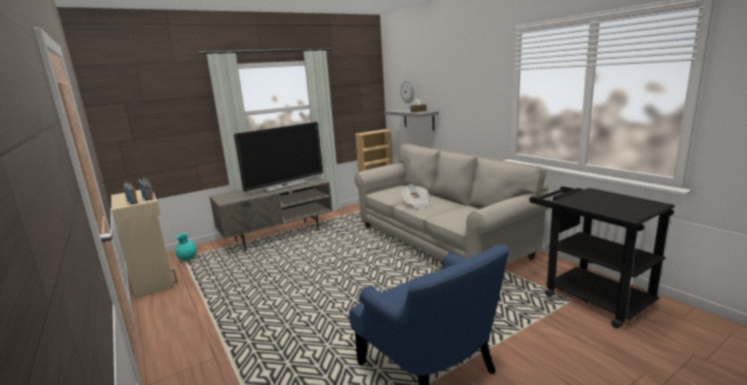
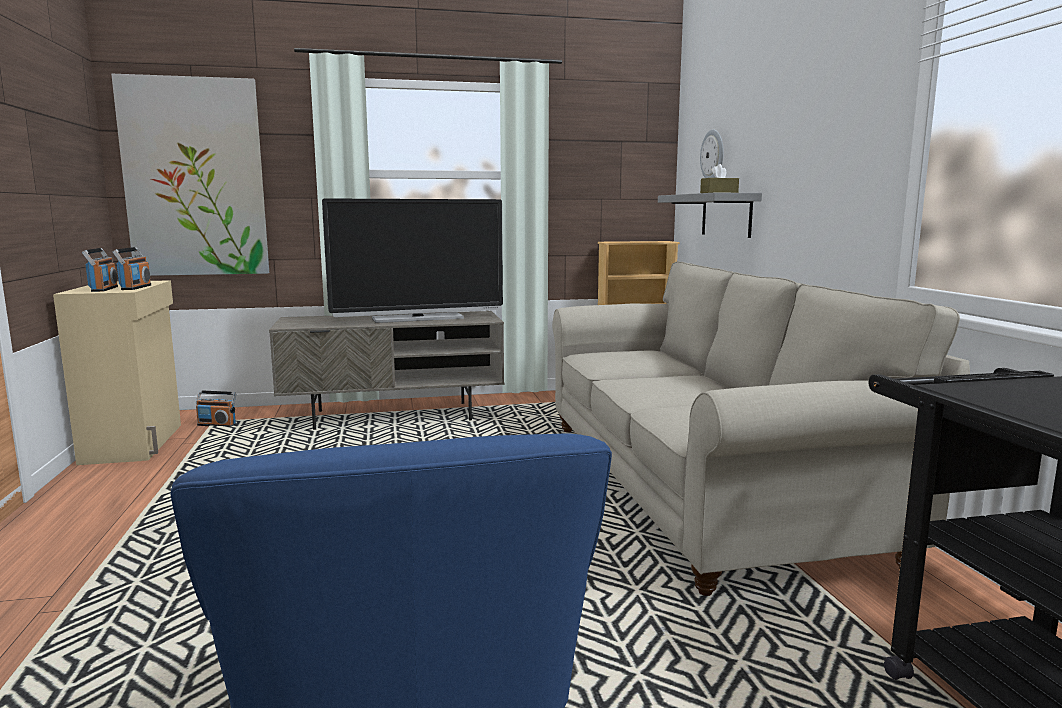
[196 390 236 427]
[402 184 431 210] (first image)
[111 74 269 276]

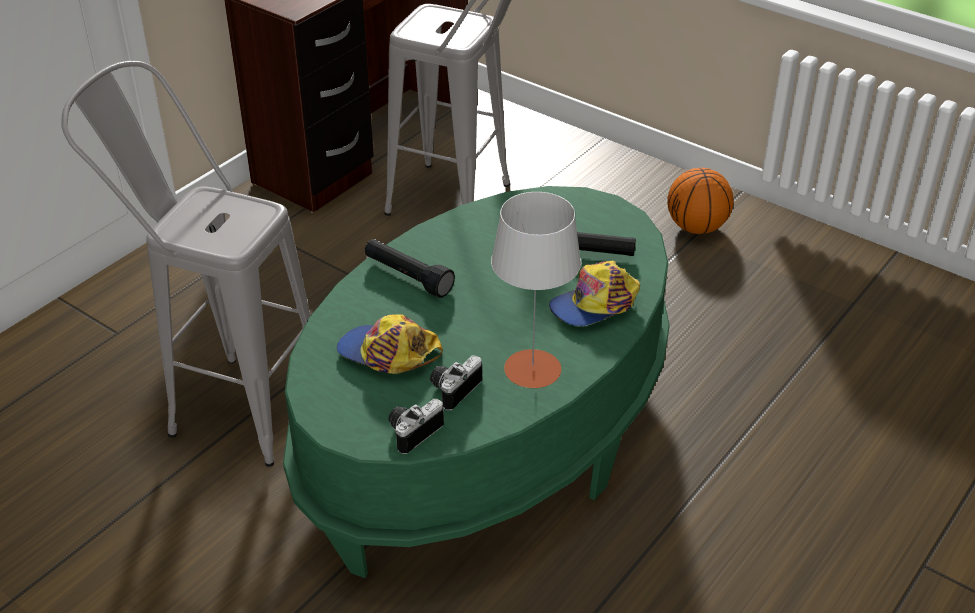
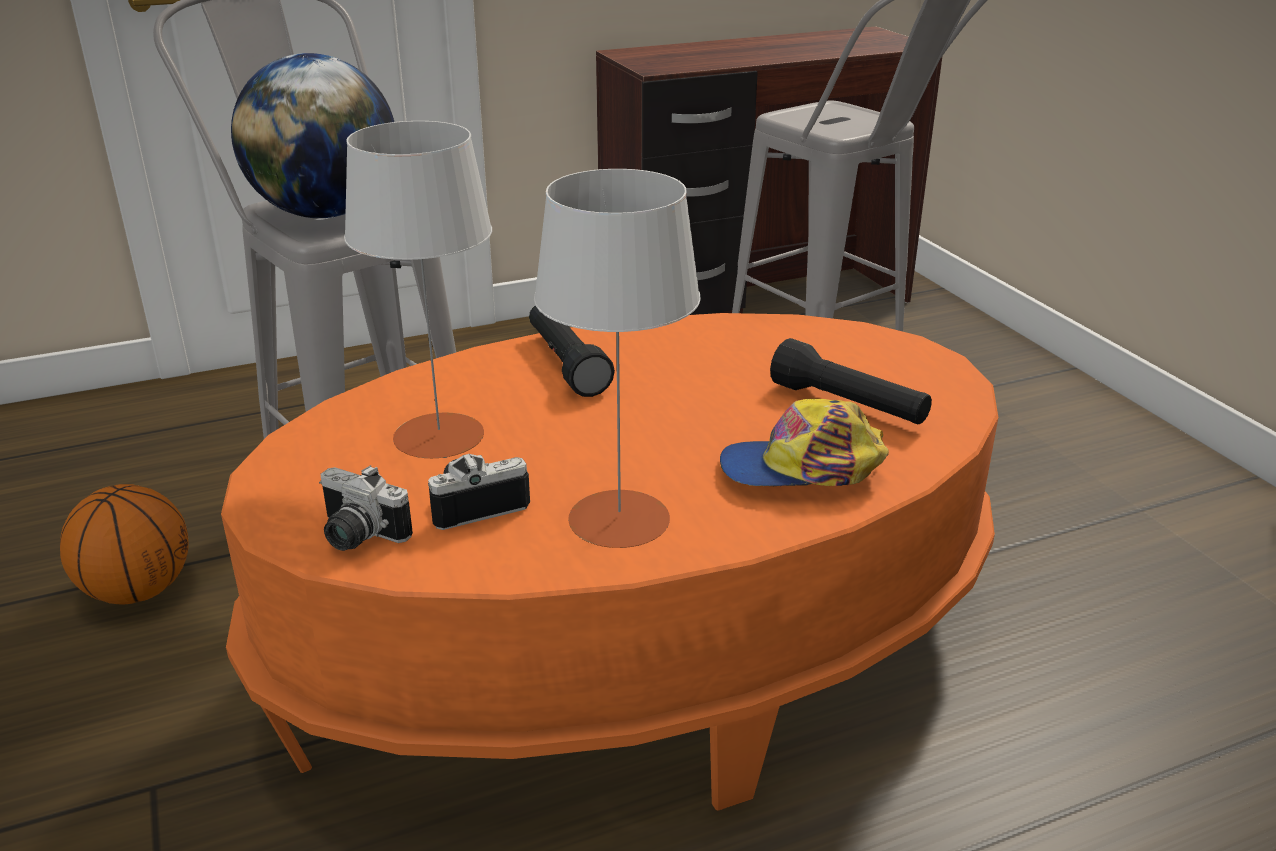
[221 313 998 811]
[344 121 492 458]
[319 465 413 551]
[60 484 189 605]
[231 53 394 218]

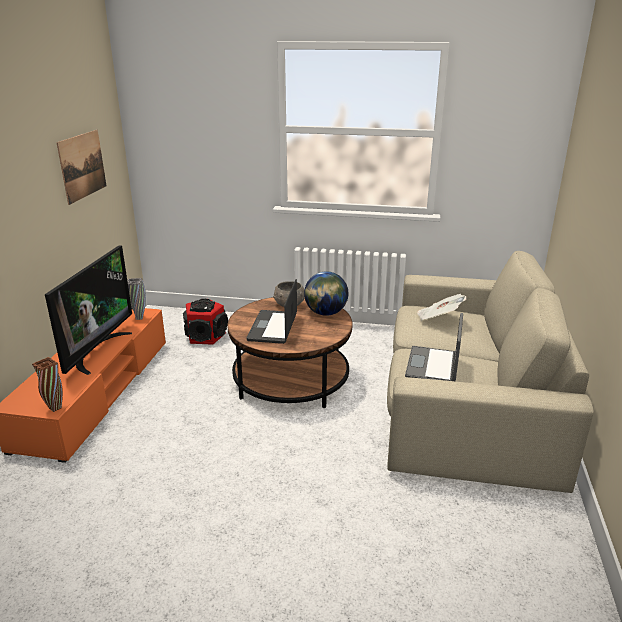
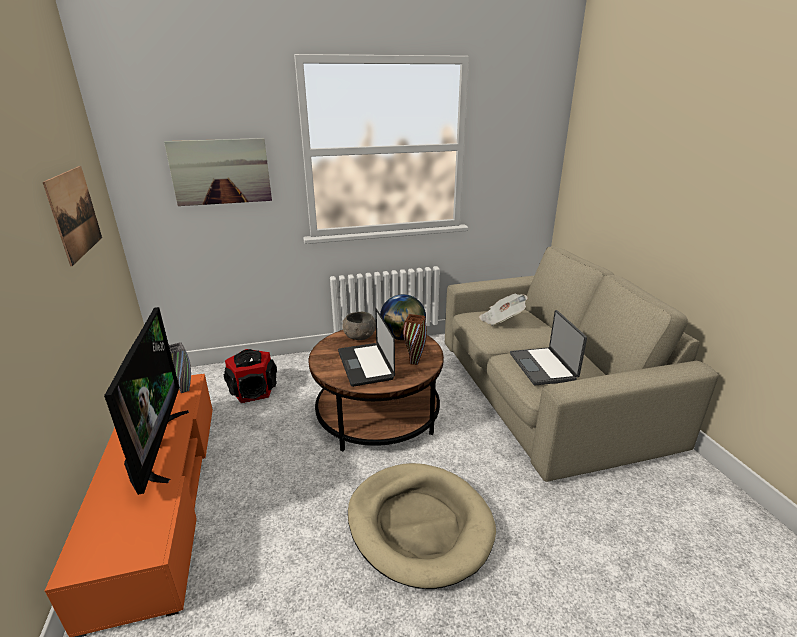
[403 314 427 365]
[164 138 272 206]
[348 463 496 589]

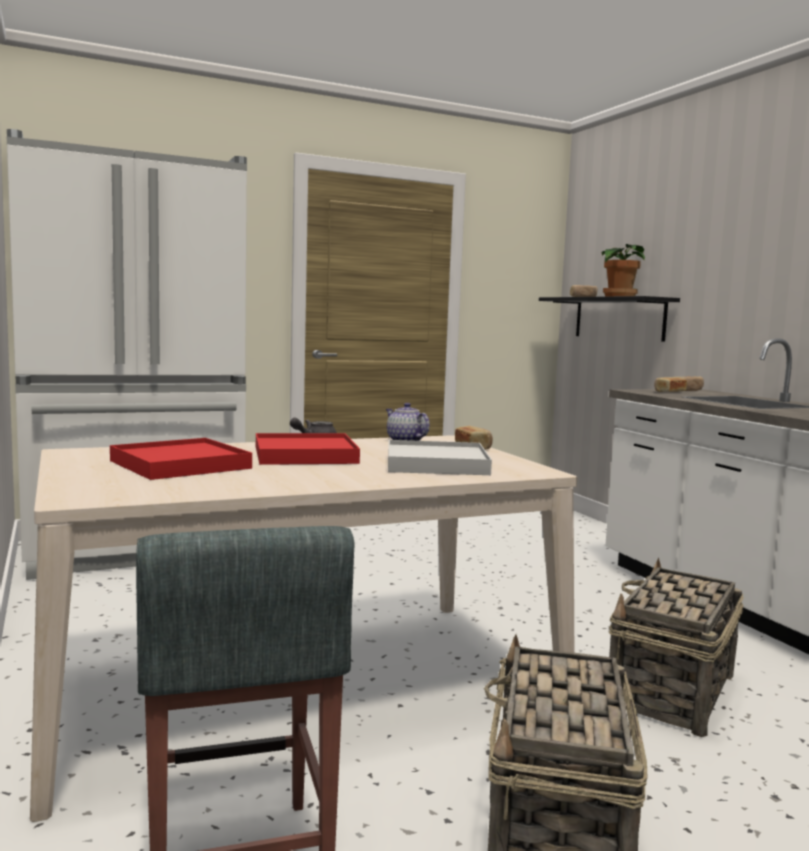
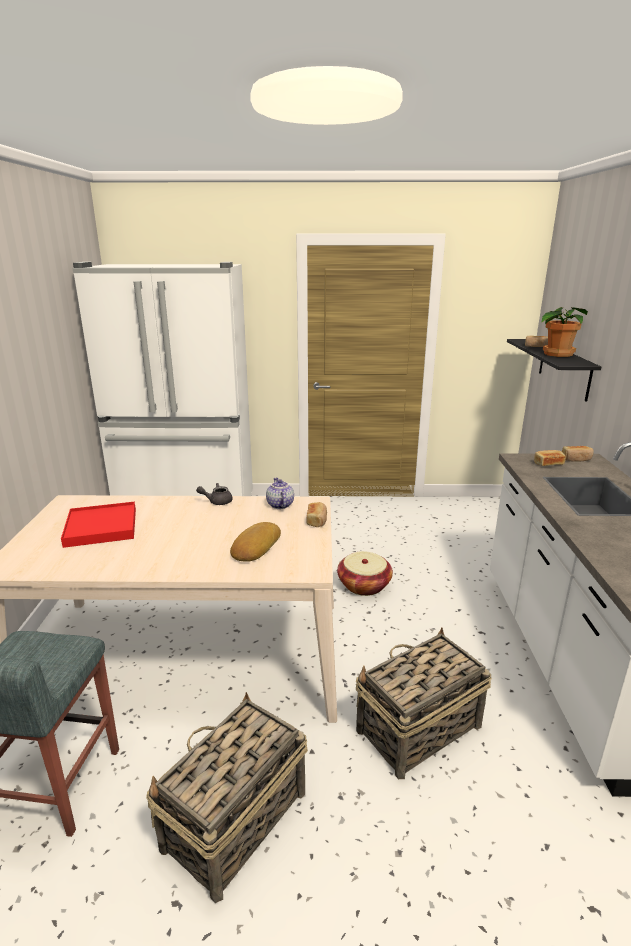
[256 433 360 465] (first image)
[230 522 281 562]
[337 551 393 596]

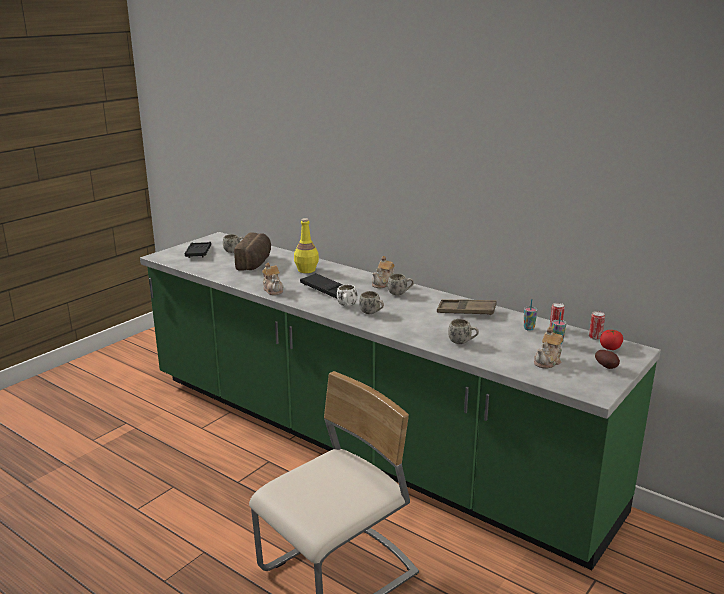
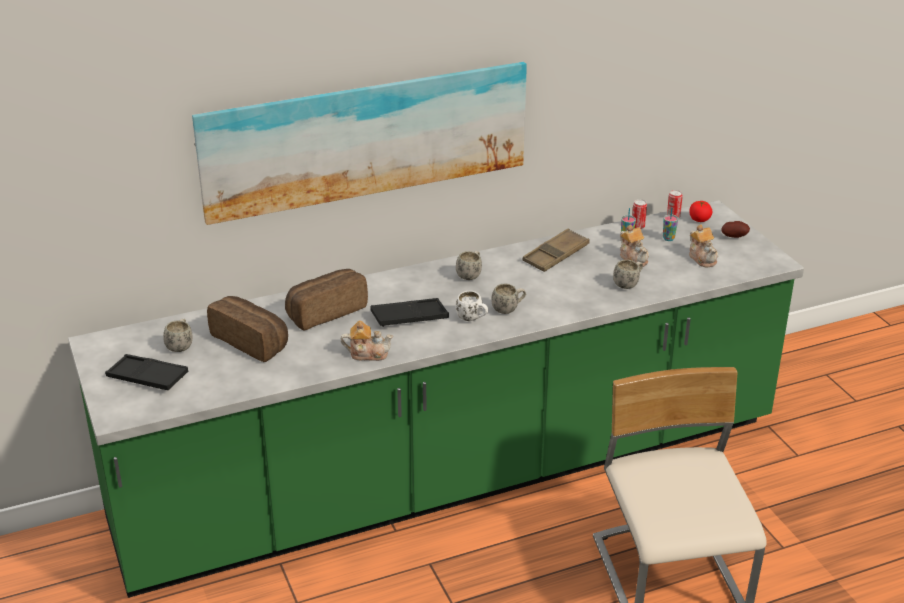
[285 269 368 331]
[620 225 649 267]
[192 62 527 225]

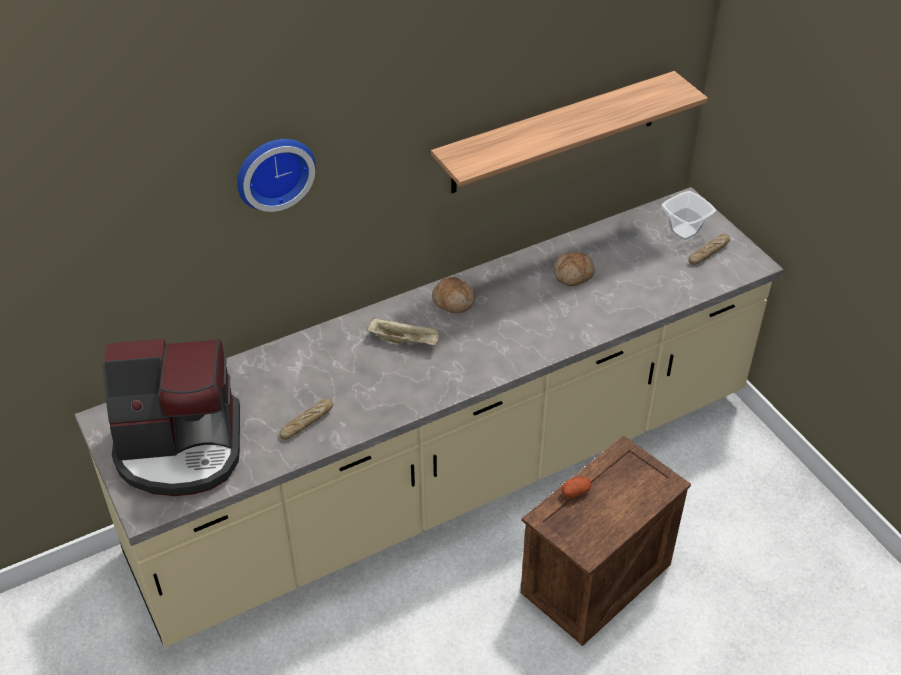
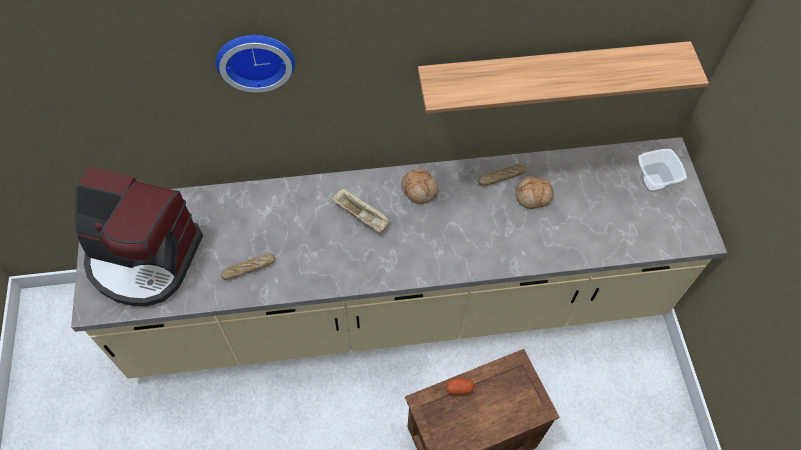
[478 164 527 186]

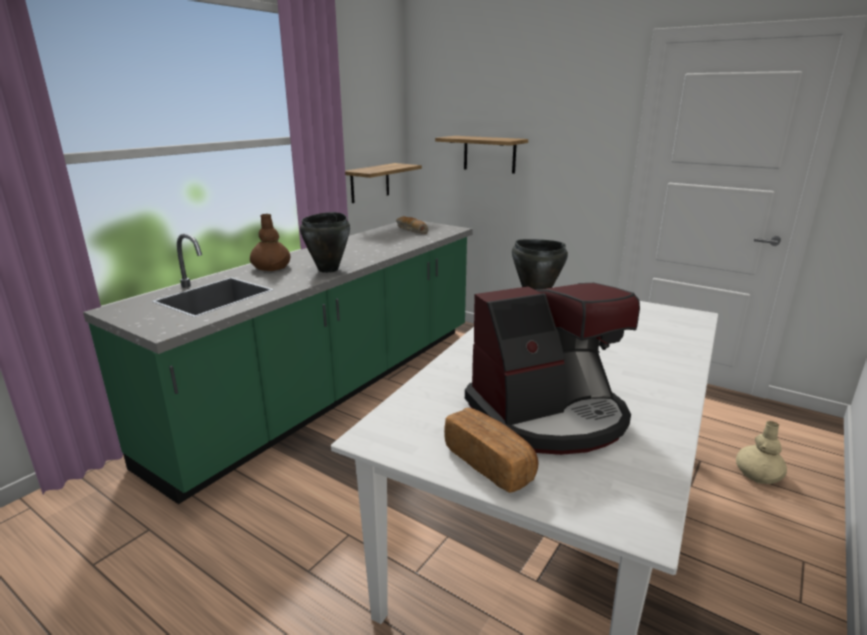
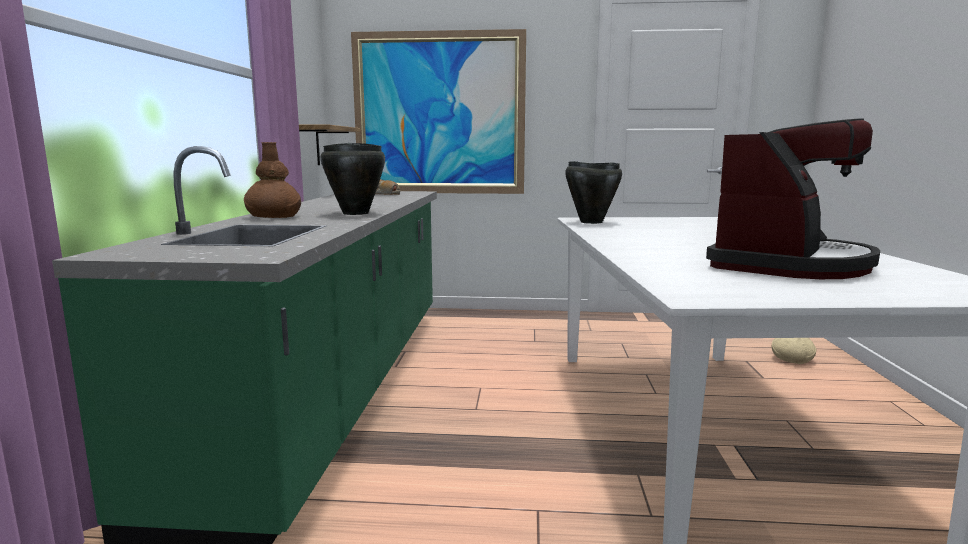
[351 29 526 194]
[444 408 539 493] (first image)

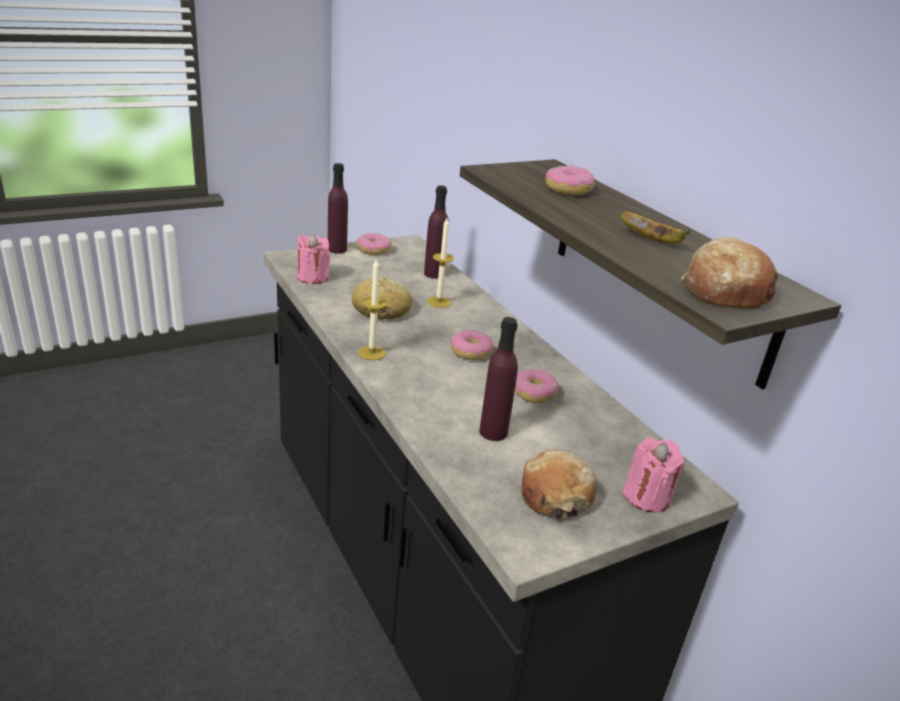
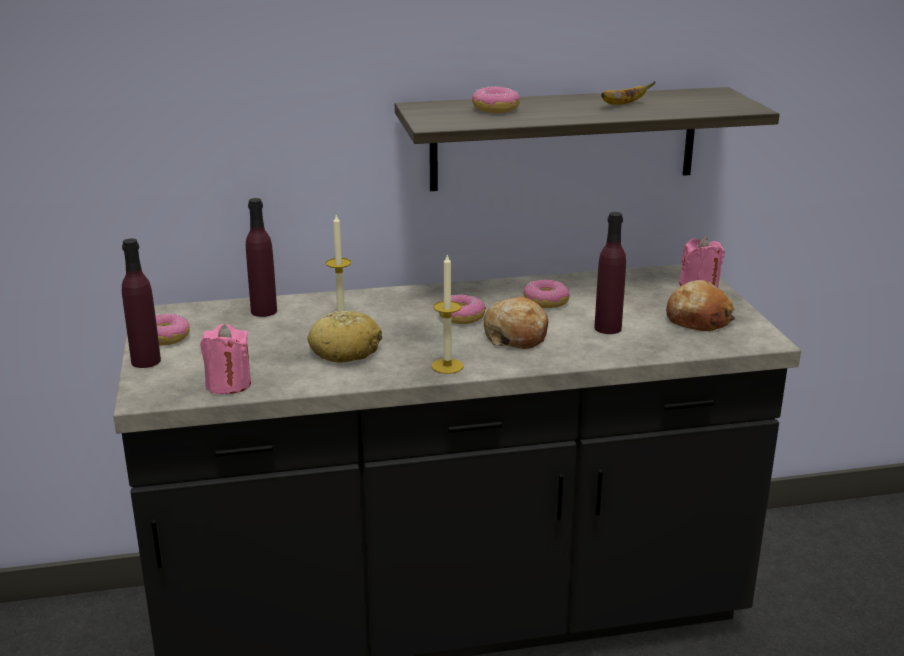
[484 297 548 349]

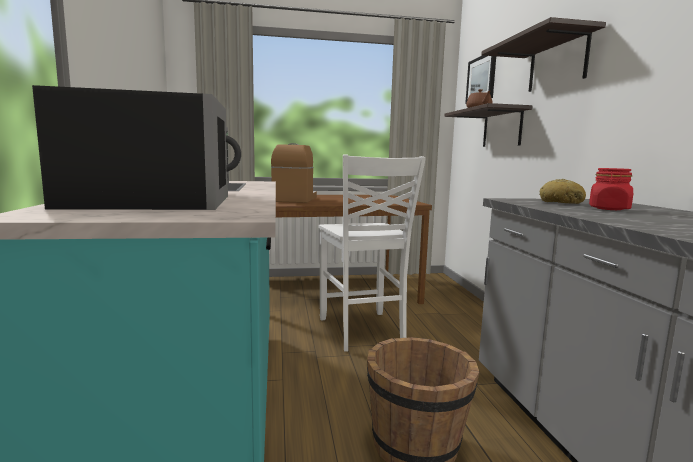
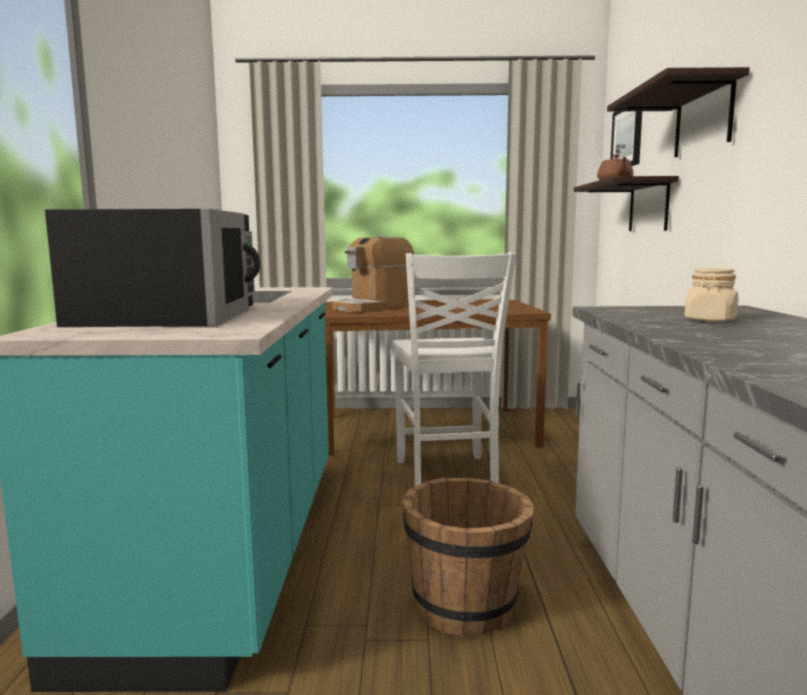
[332 236 414 312]
[540 179 586 204] (first image)
[684 268 738 322]

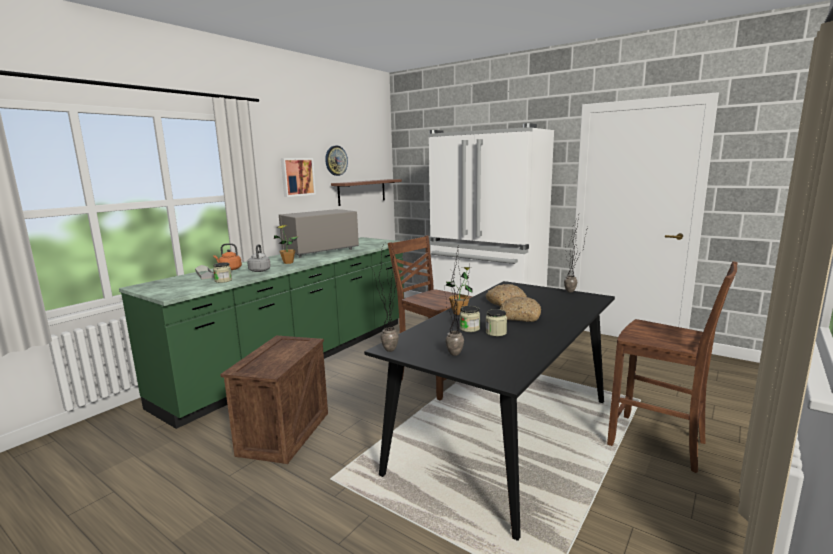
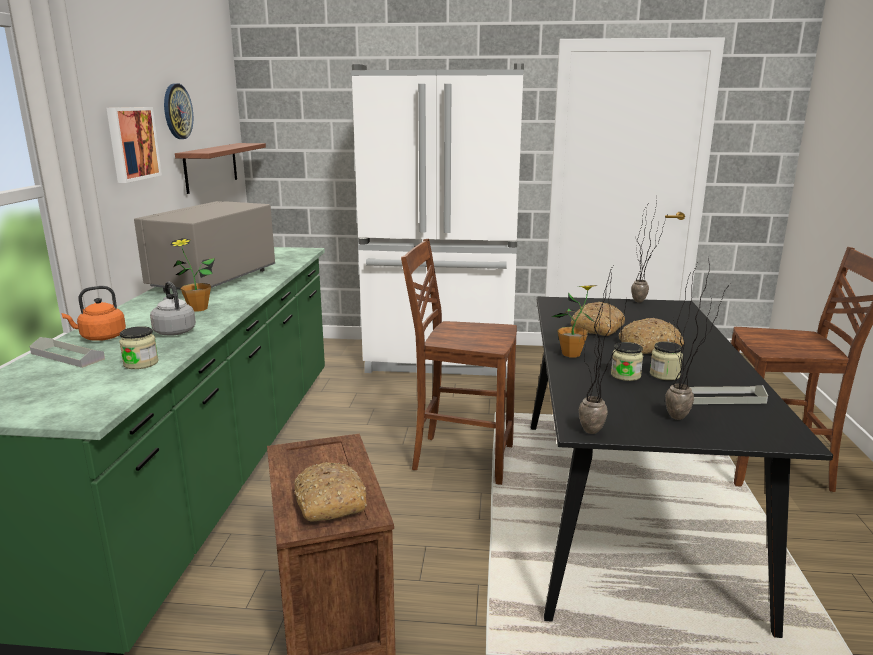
[294 462 367 522]
[690 385 768 404]

